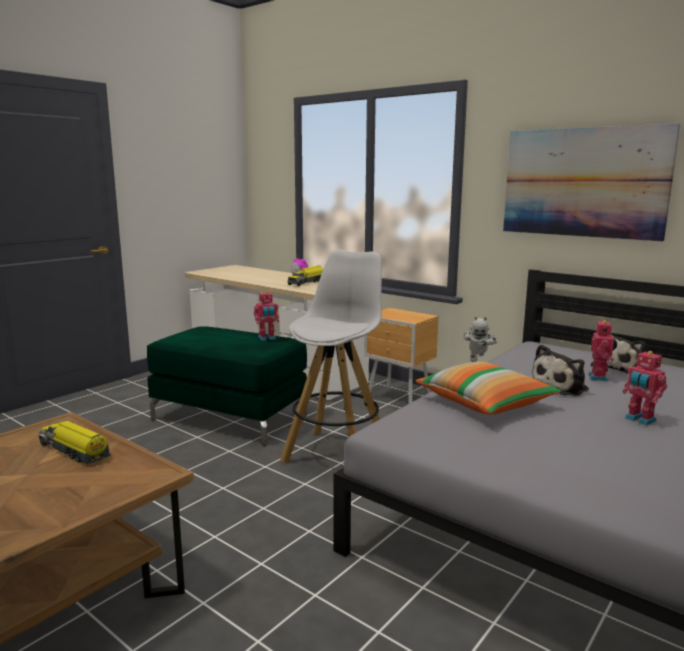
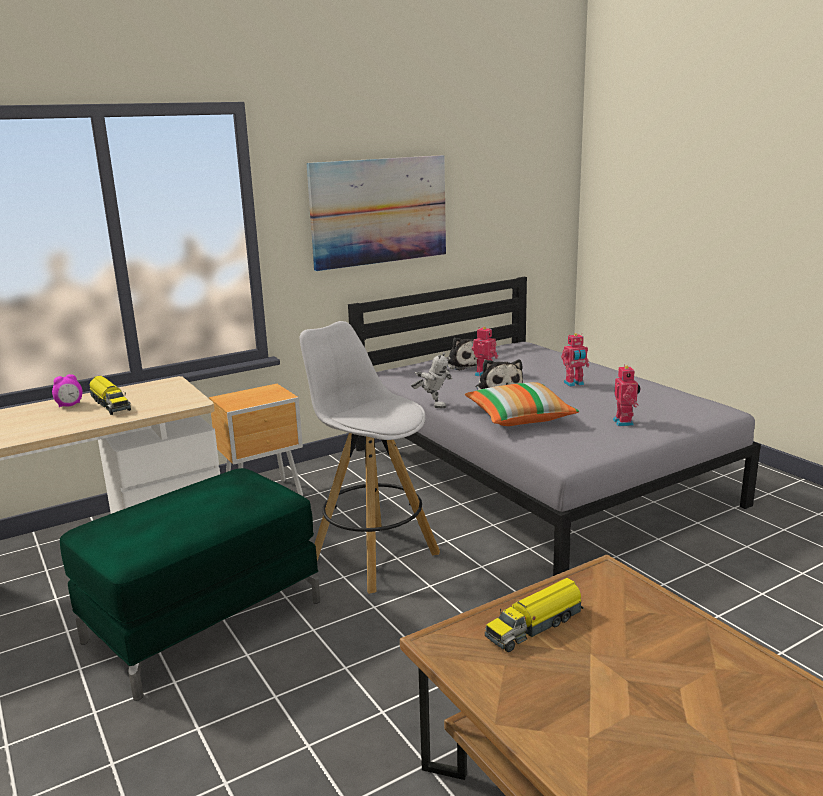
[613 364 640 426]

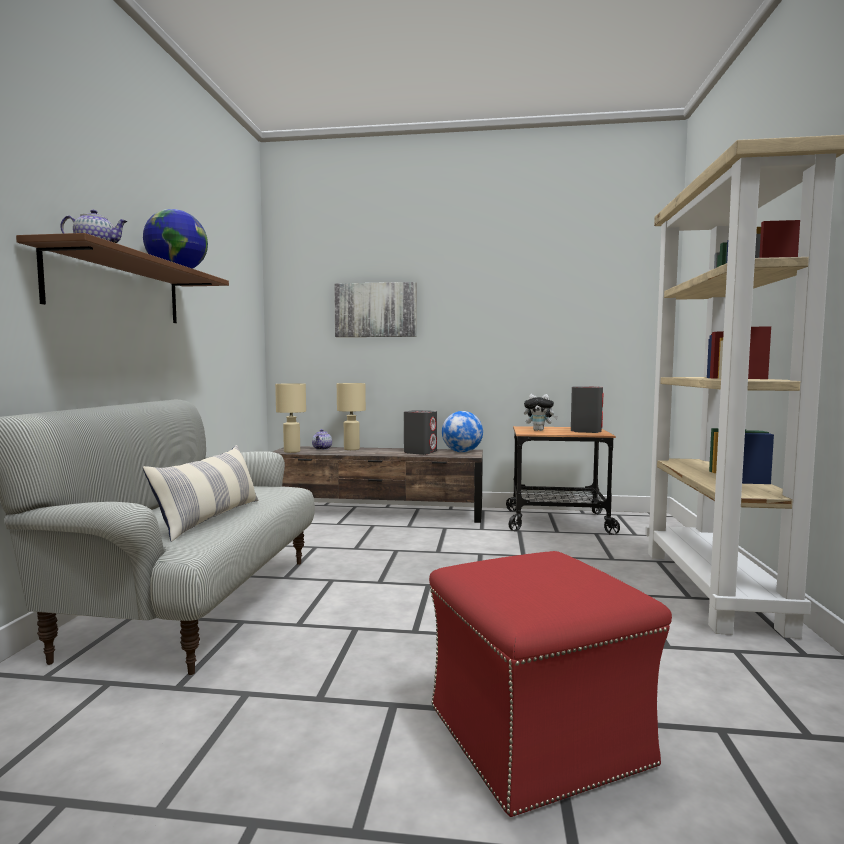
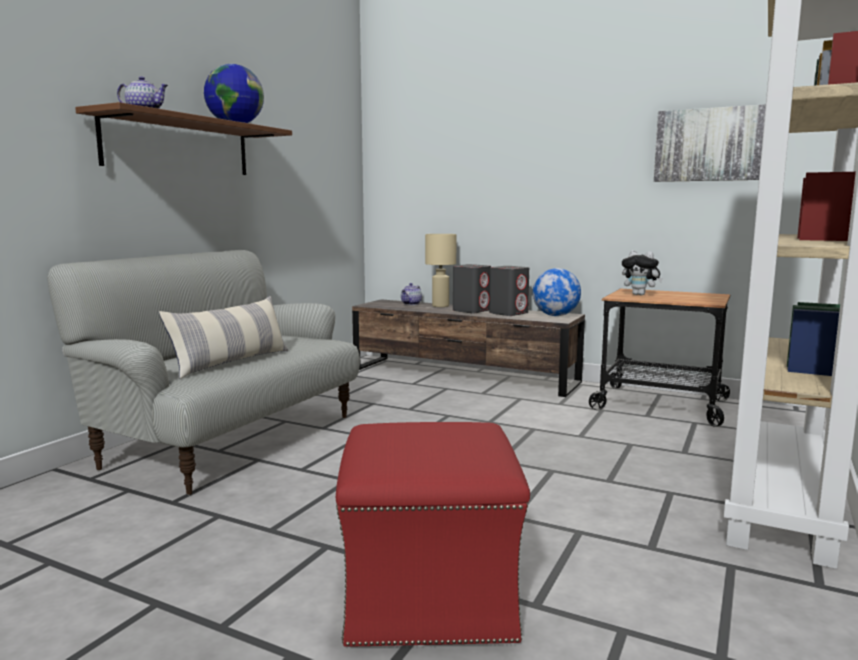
[275 383 306 453] (first image)
[654 104 766 182]
[453 264 491 313]

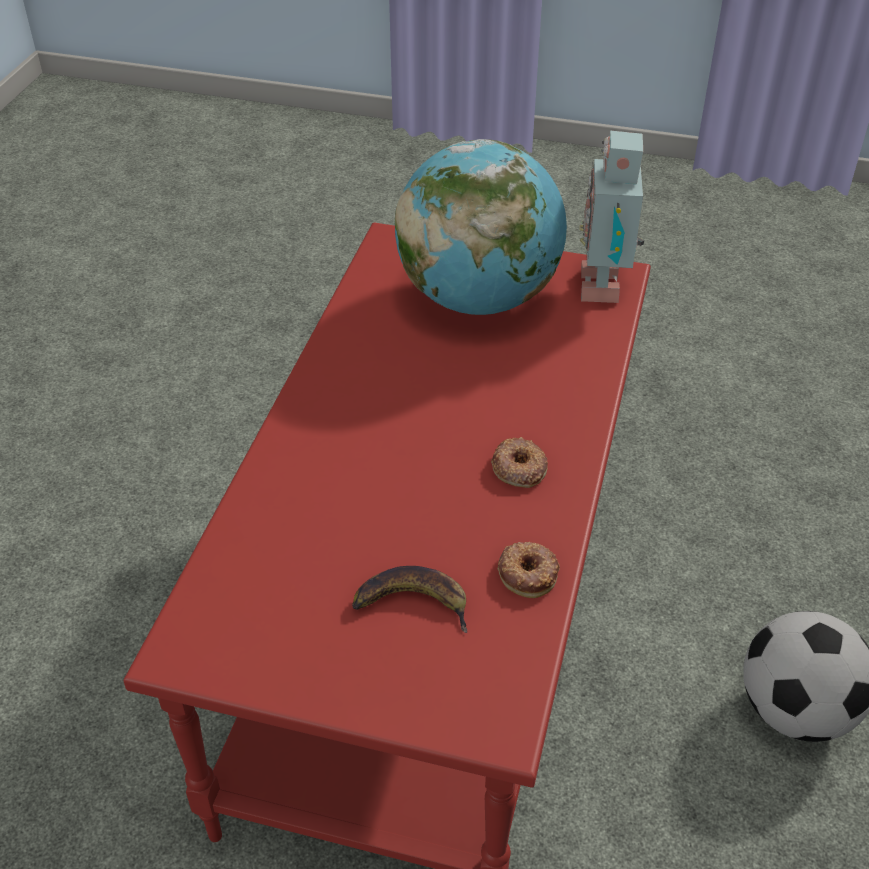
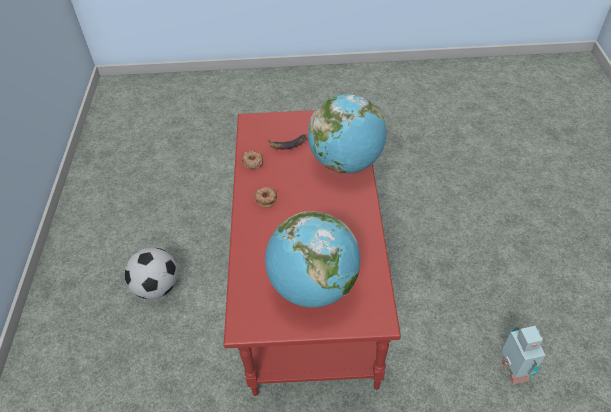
[501 325 546 384]
[308 94 386 173]

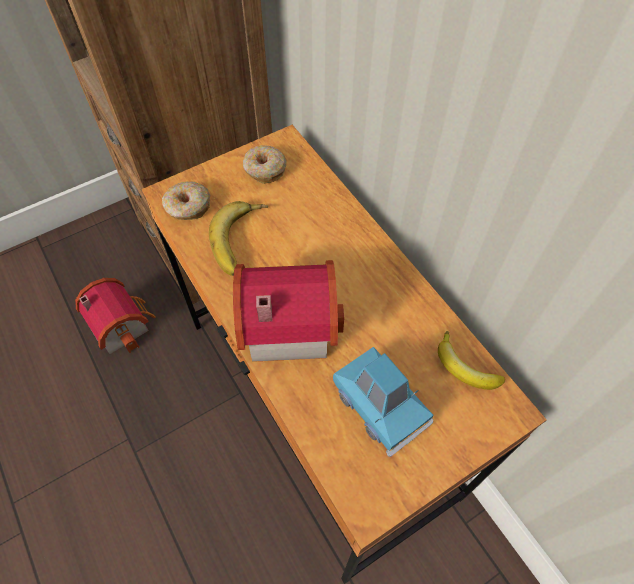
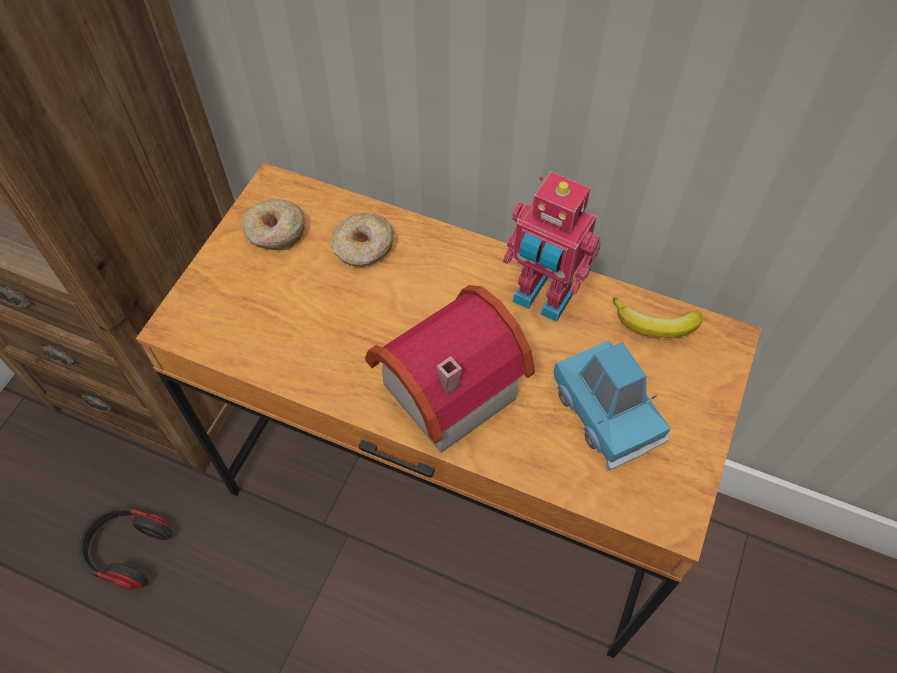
[78 507 172 590]
[331 212 394 267]
[209 201 268 276] (first image)
[554 340 671 470]
[503 172 601 322]

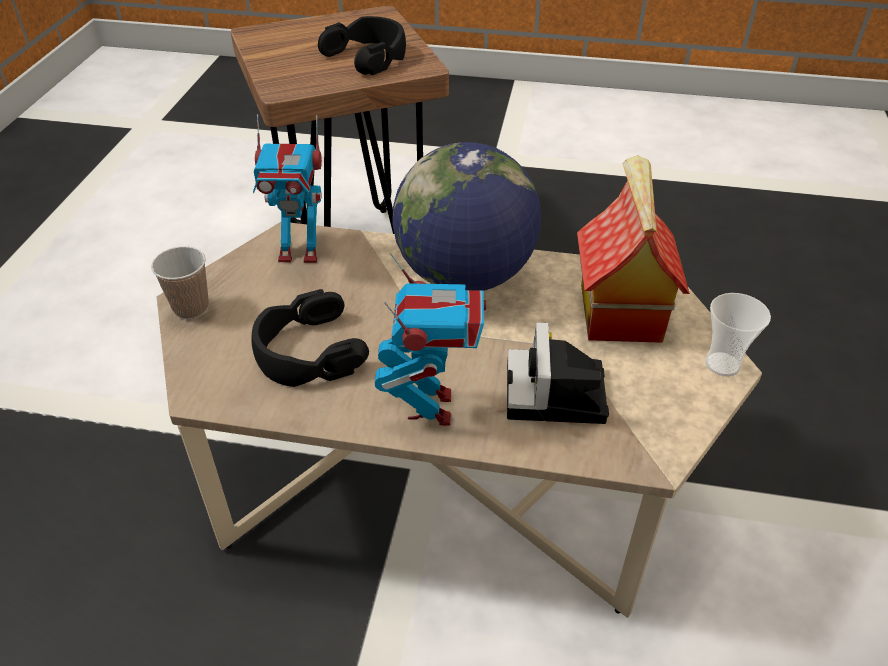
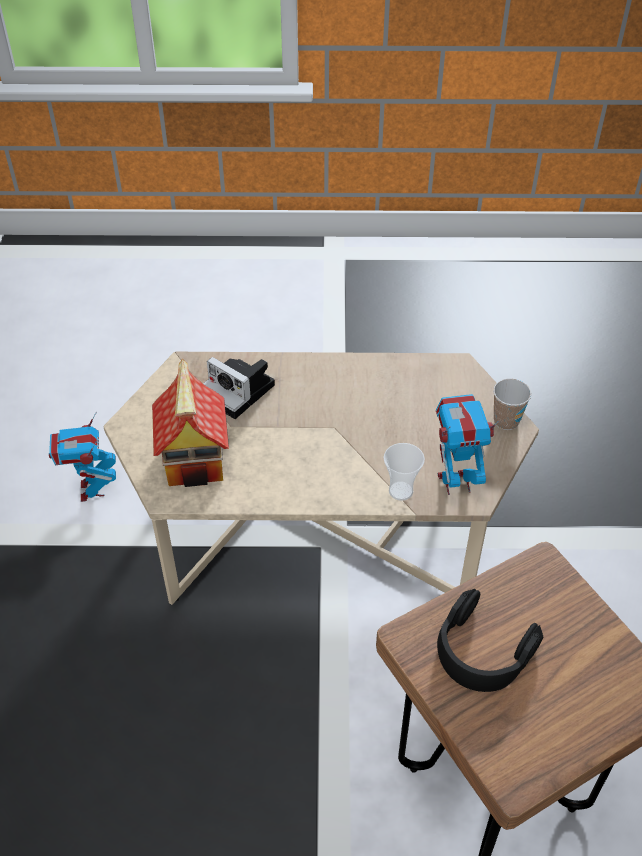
[251 289 369 387] (first image)
[49 411 116 502]
[393 142 541 291] (first image)
[203 357 275 419]
[384 443 425 501]

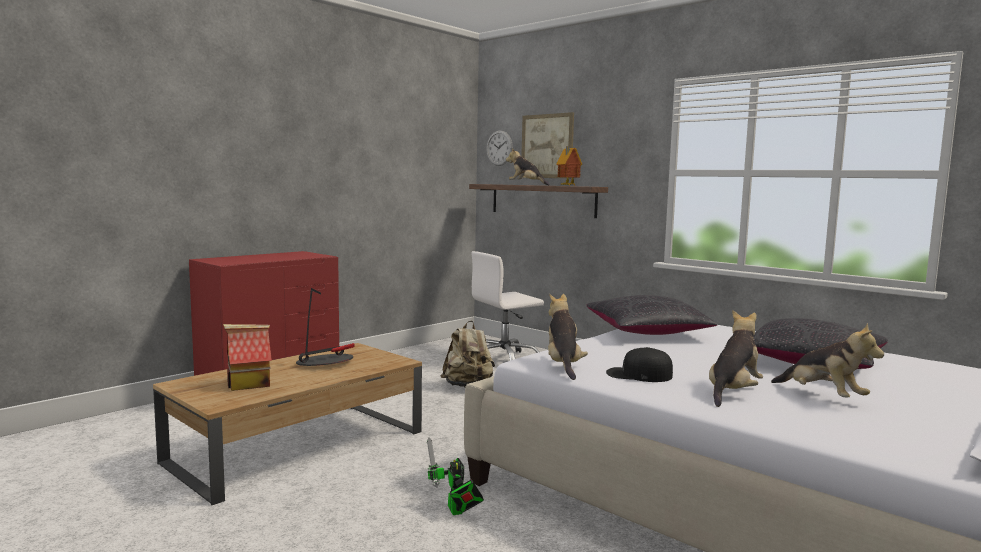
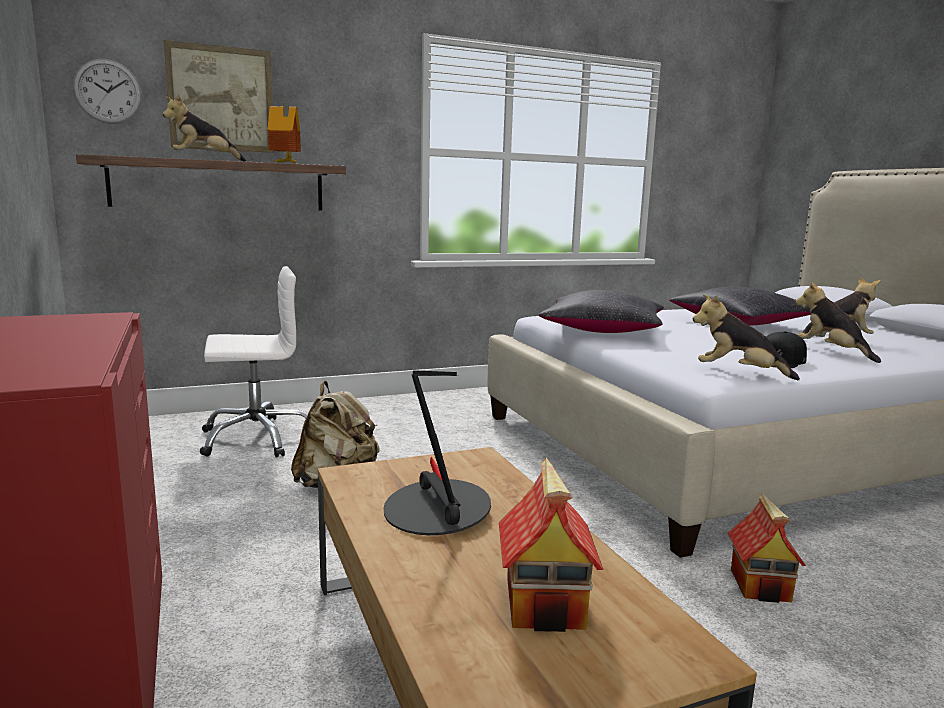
[728 493 806 603]
[200 266 307 458]

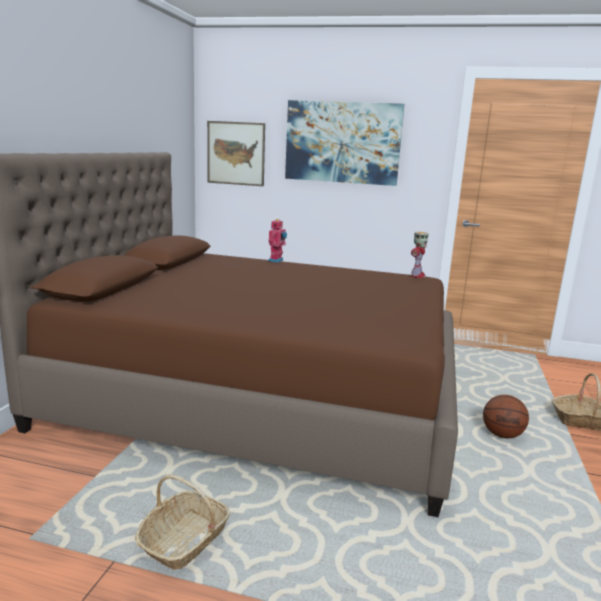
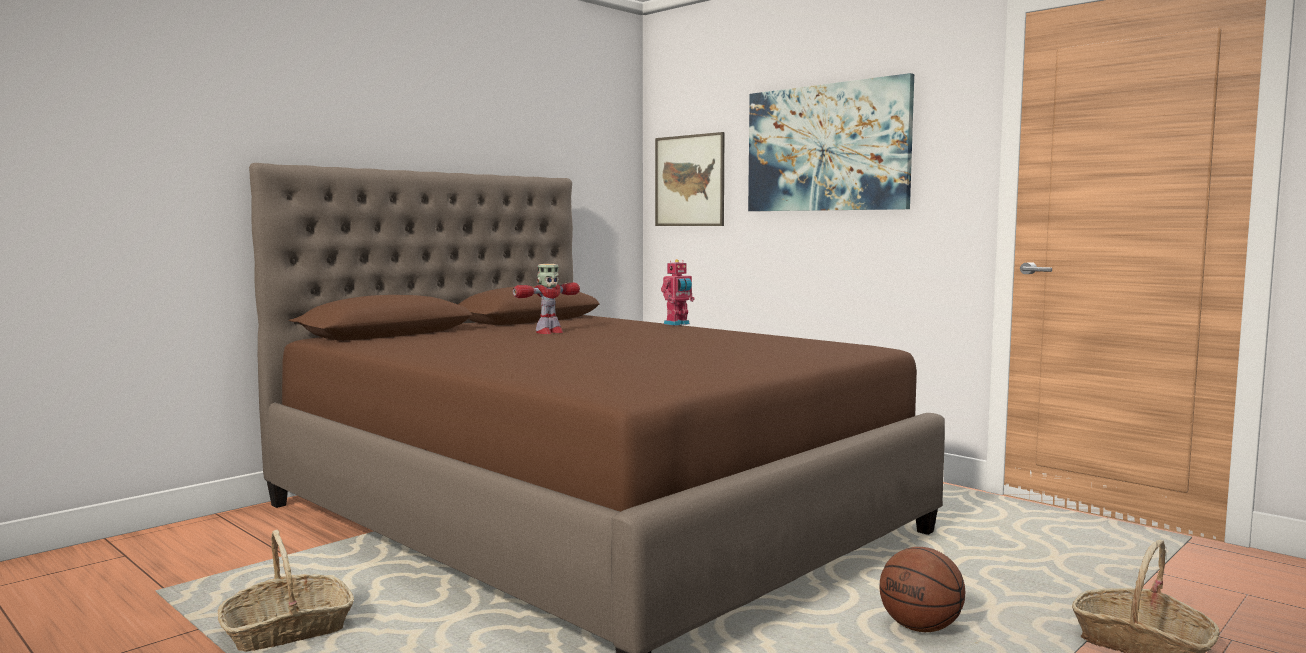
[512 264 580 334]

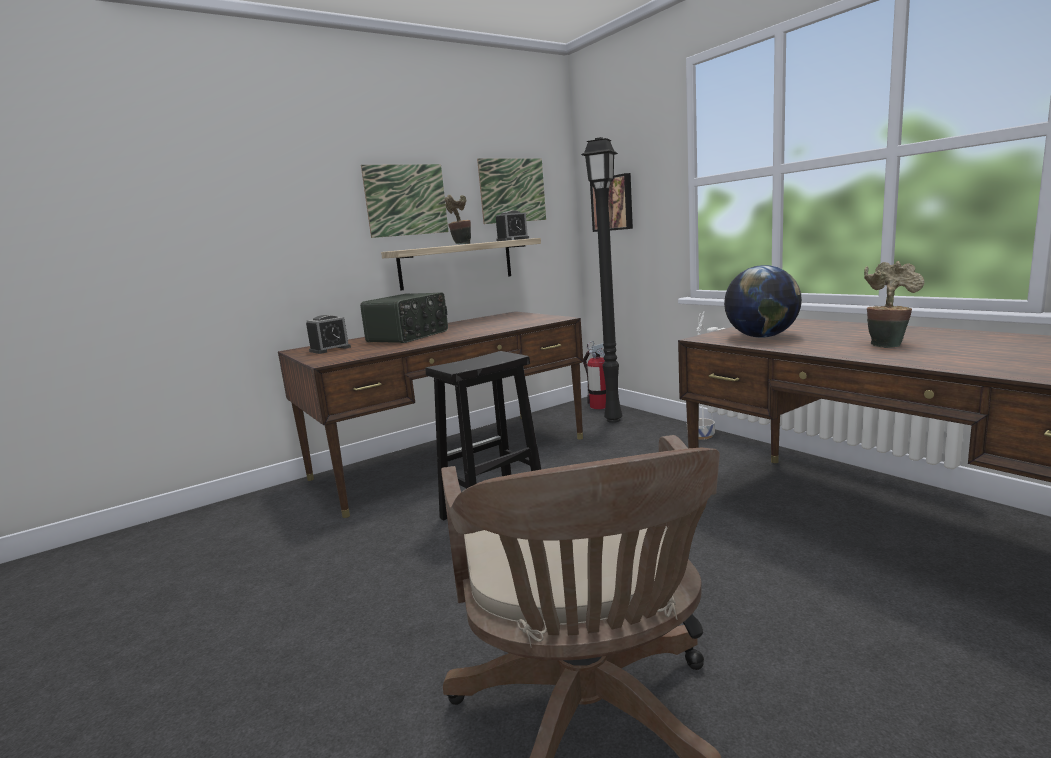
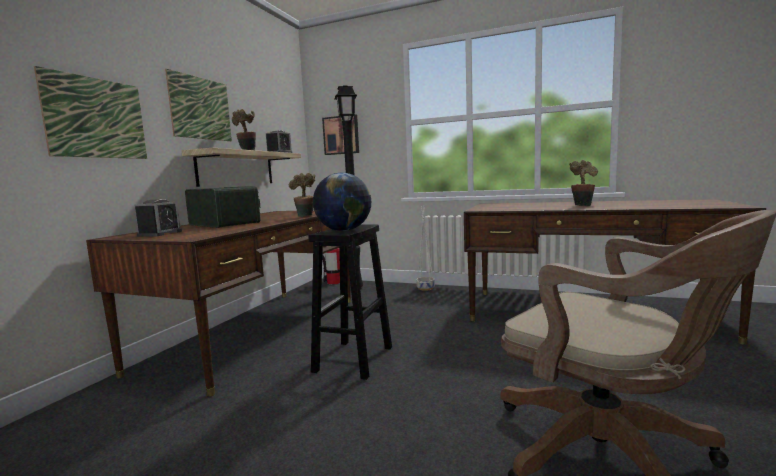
[185 186 260 228]
[34 66 147 159]
[313 173 371 231]
[289 173 315 217]

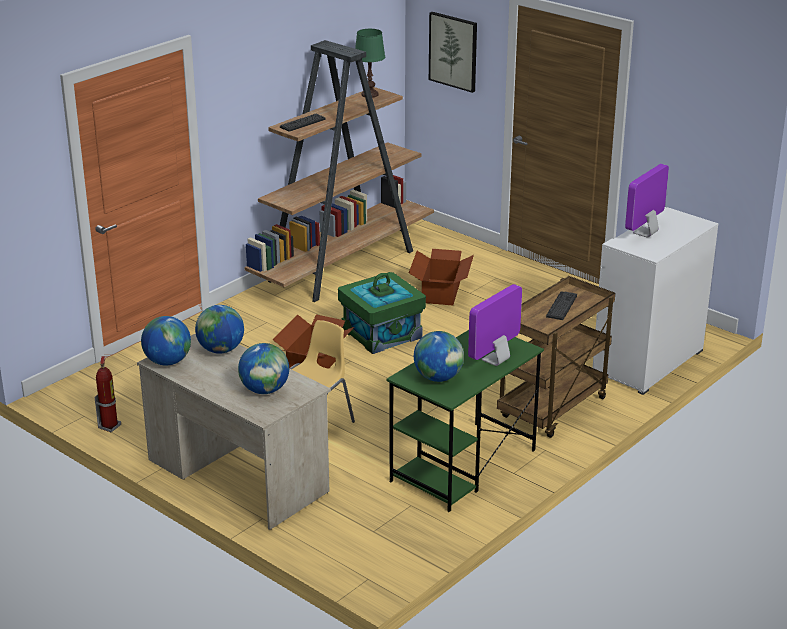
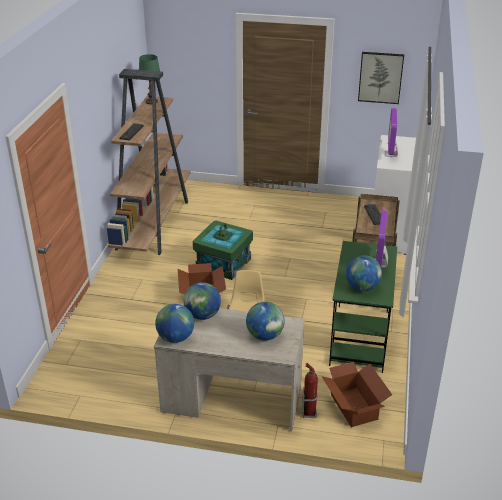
[302 363 318 418]
[321 362 392 427]
[358 52 404 104]

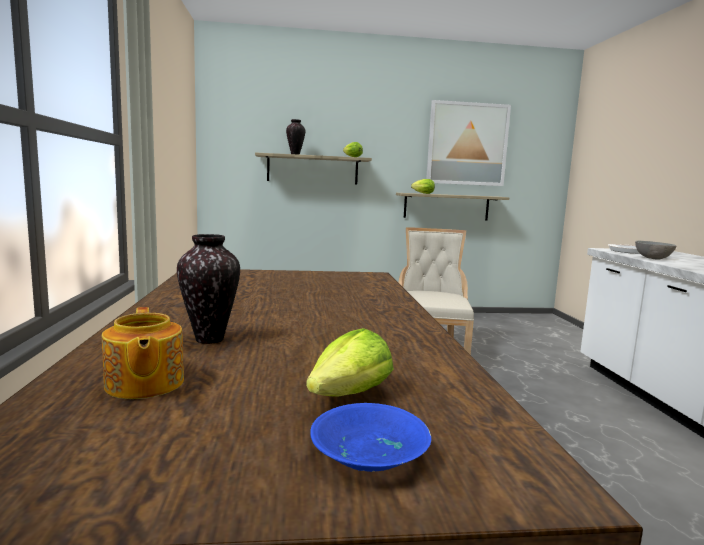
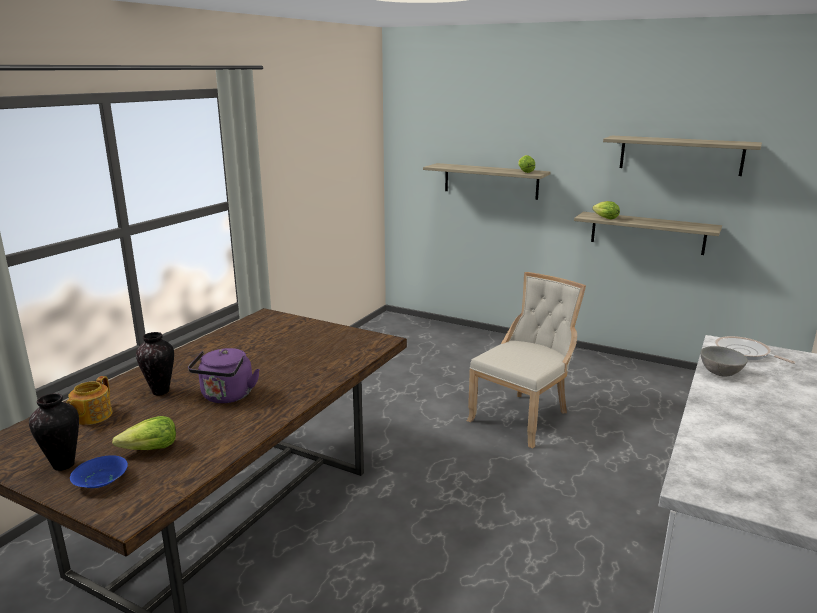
[29 393 79 471]
[603 136 762 176]
[188 348 260 403]

